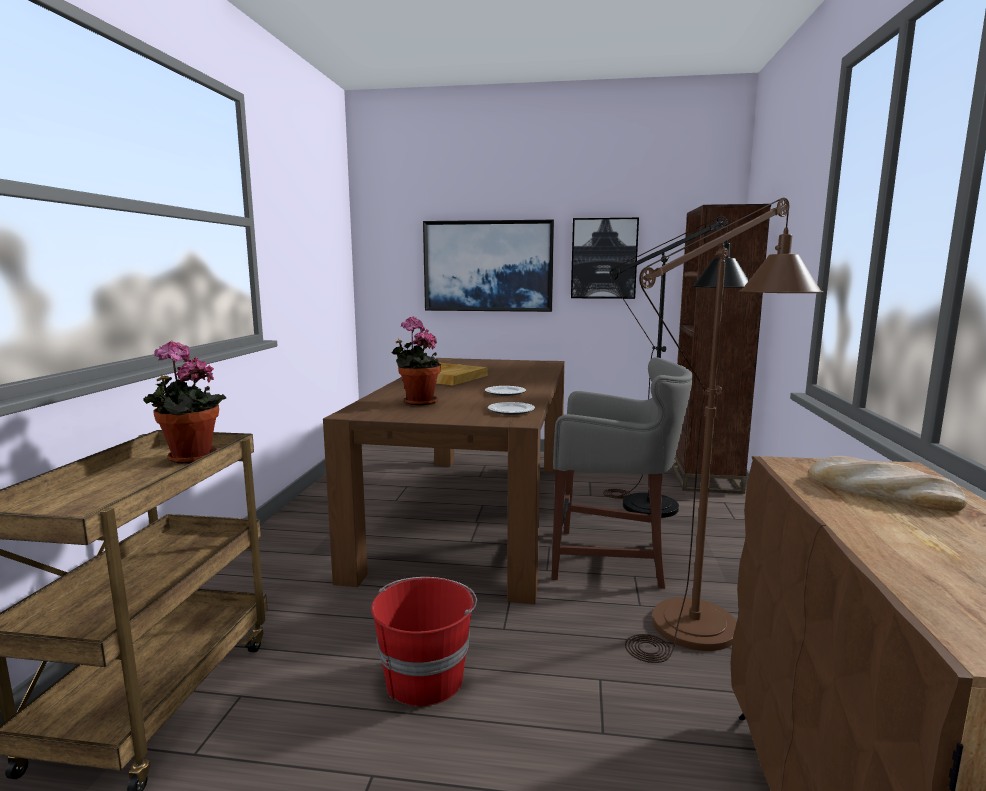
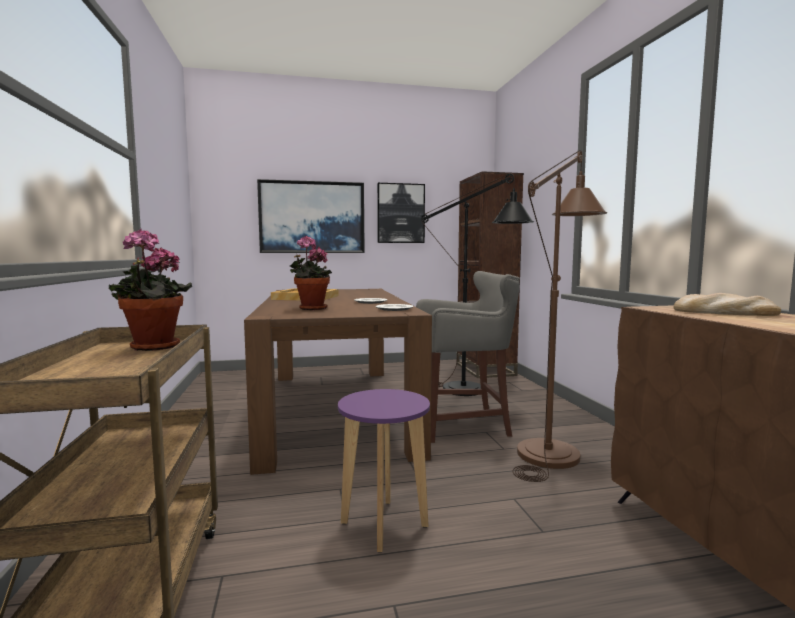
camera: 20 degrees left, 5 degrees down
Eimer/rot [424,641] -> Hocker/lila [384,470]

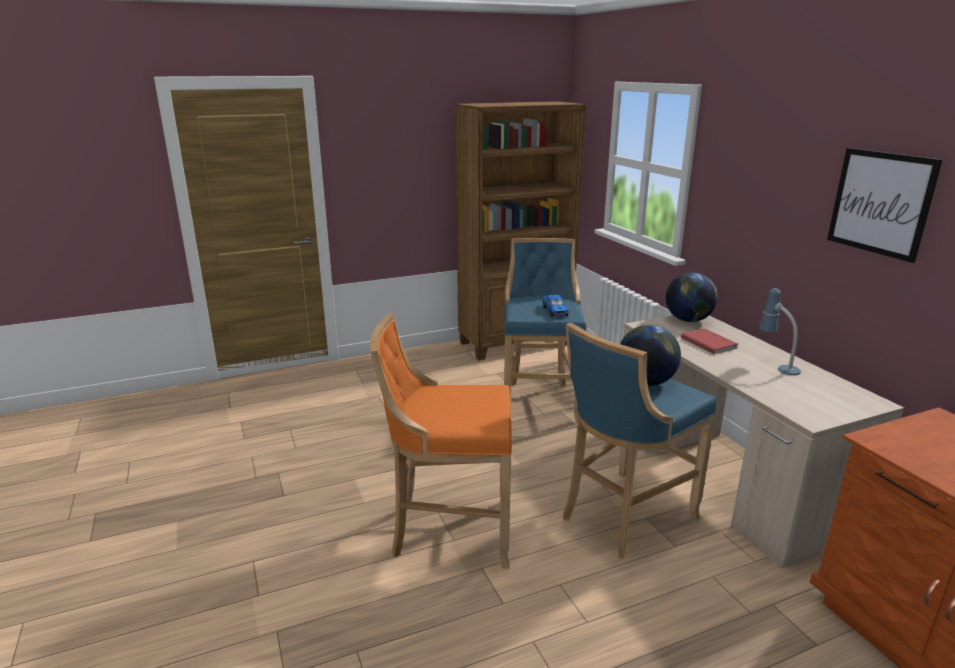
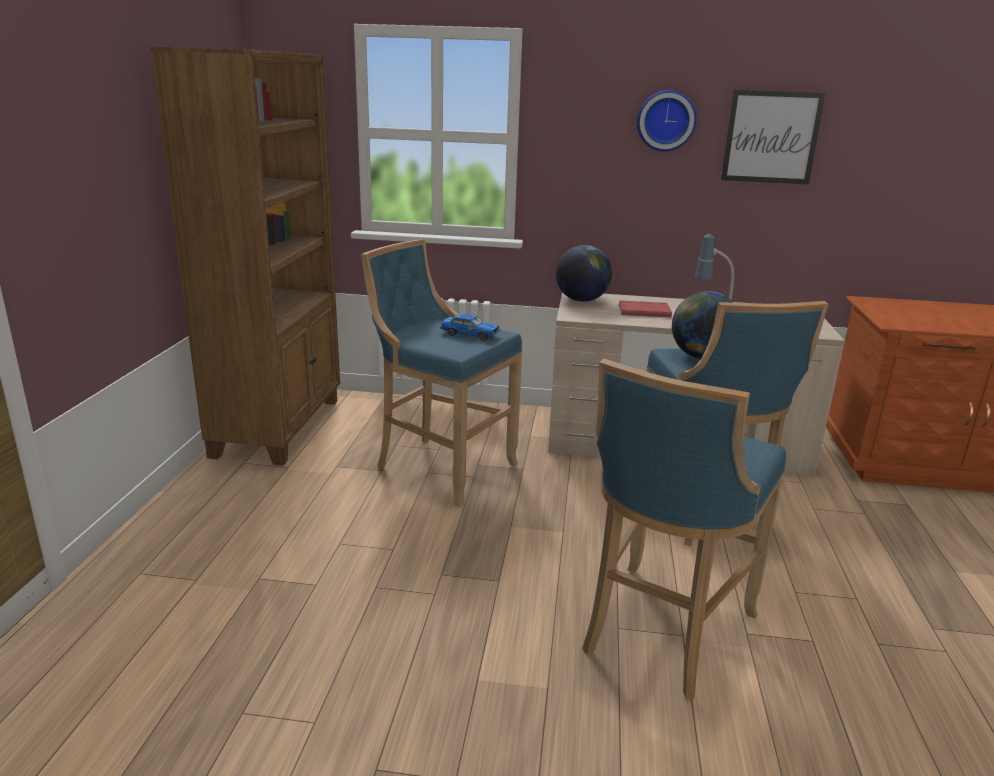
camera: 60 degrees left, 0 degrees up
Hocker/orange [441,441] -> Hocker/blau [684,528]
none -> Wanduhr [667,120]

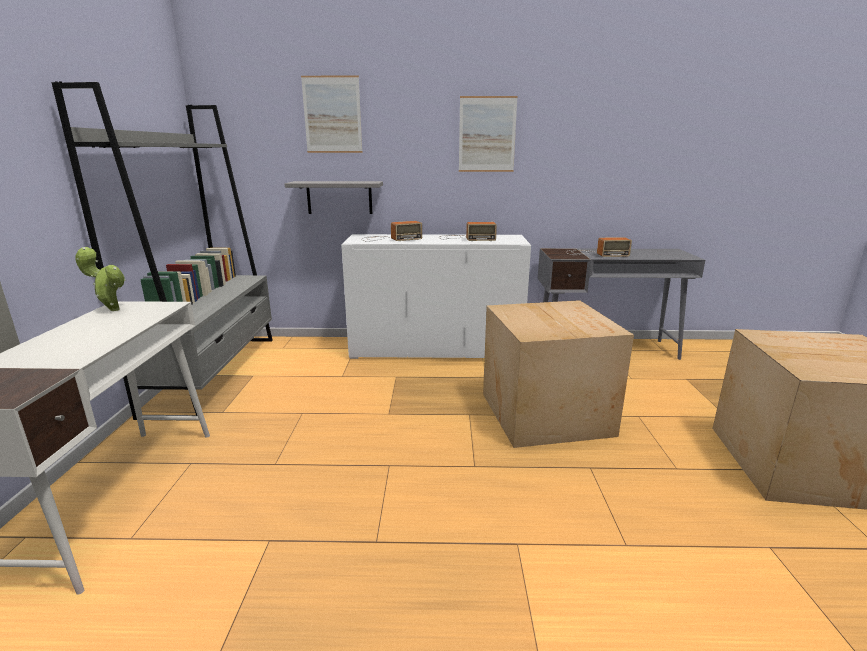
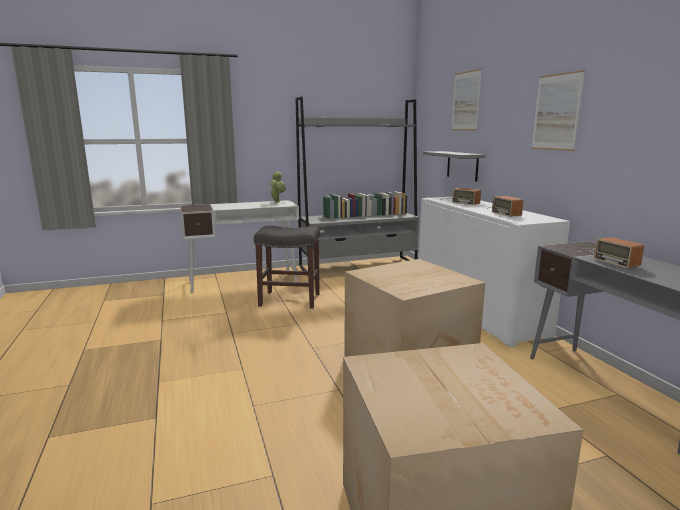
camera: 70 degrees right, 5 degrees down
none -> Hocker/grau [287,267]

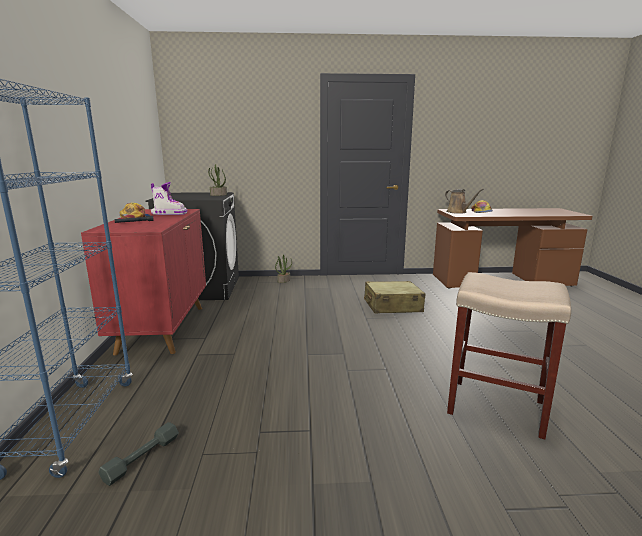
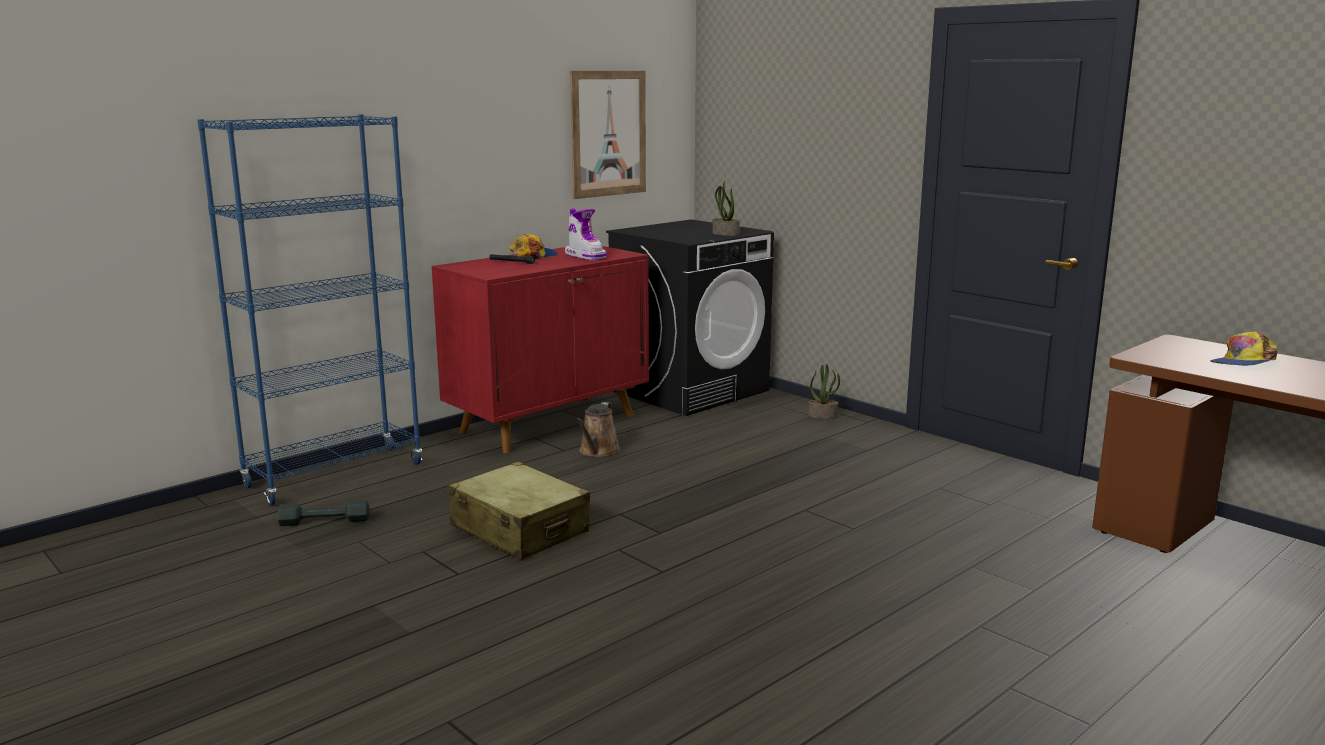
camera: 50 degrees right, 0 degrees up
Koffer/beige [394,297] -> Koffer/beige [519,510], relocated
Gießkanne/braun [464,201] -> Gießkanne/braun [597,429], relocated
Hocker/beige [509,356] -> none
none -> Bild [608,135]

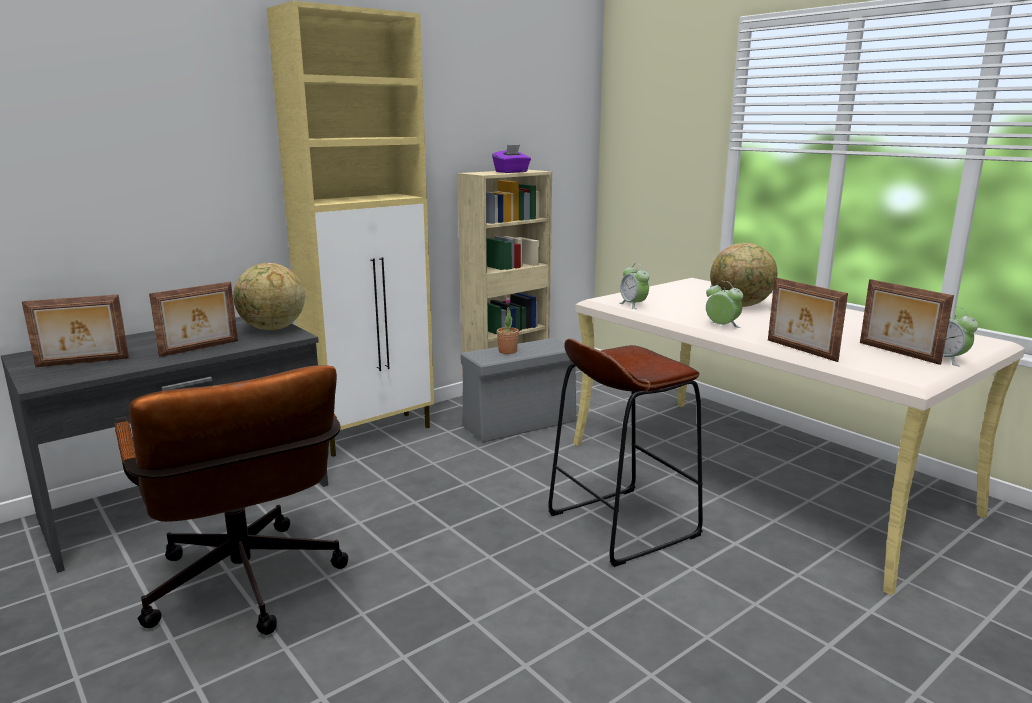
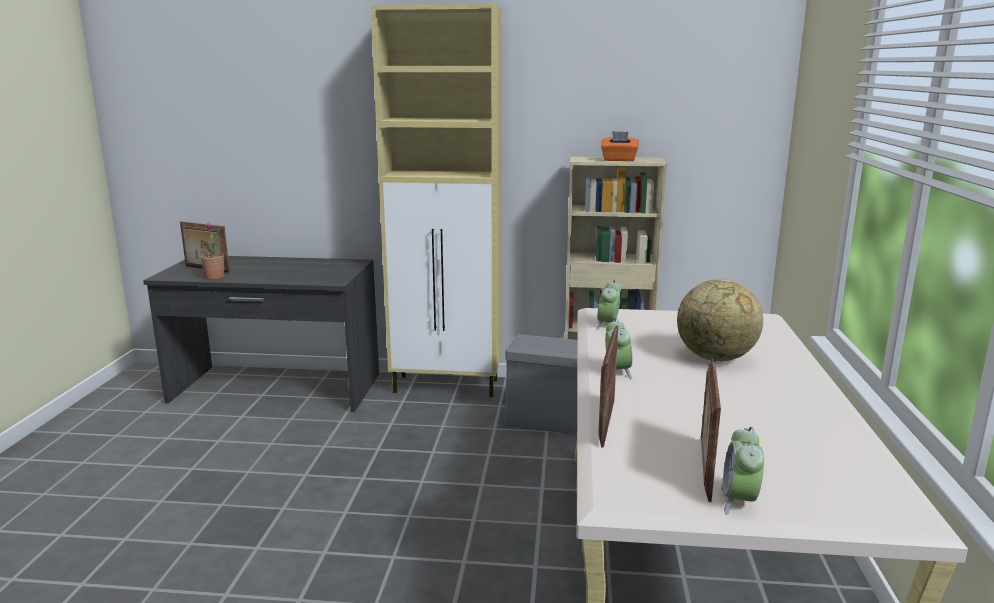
camera: 45 degrees right, 0 degrees up
Bürostuhl/braun [232,500] -> none
Bilderrahmen [193,319] -> none
Globus [269,296] -> none
Taschentuchbox/lila [511,159] -> Taschentuchbox/orange [620,146]
Topfpflanze [508,325] -> Topfpflanze [212,251], relocated
Hocker/braun [625,453] -> none

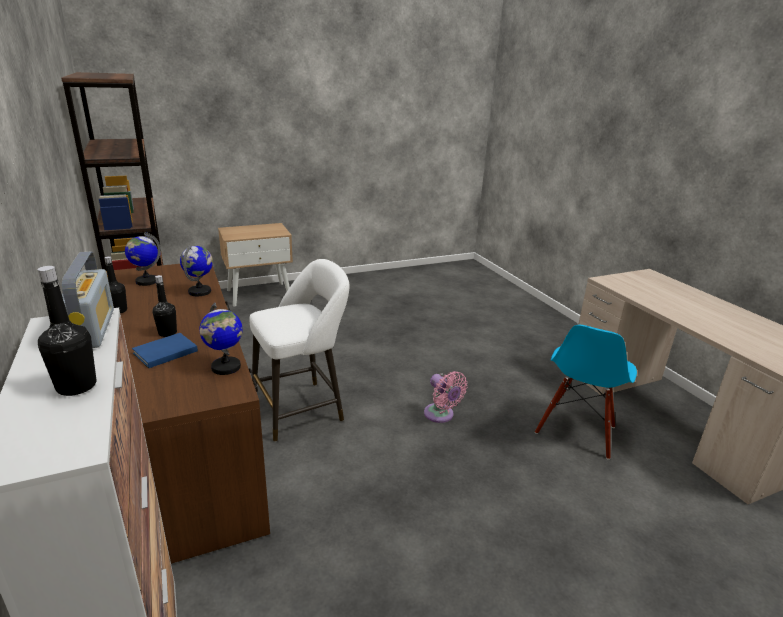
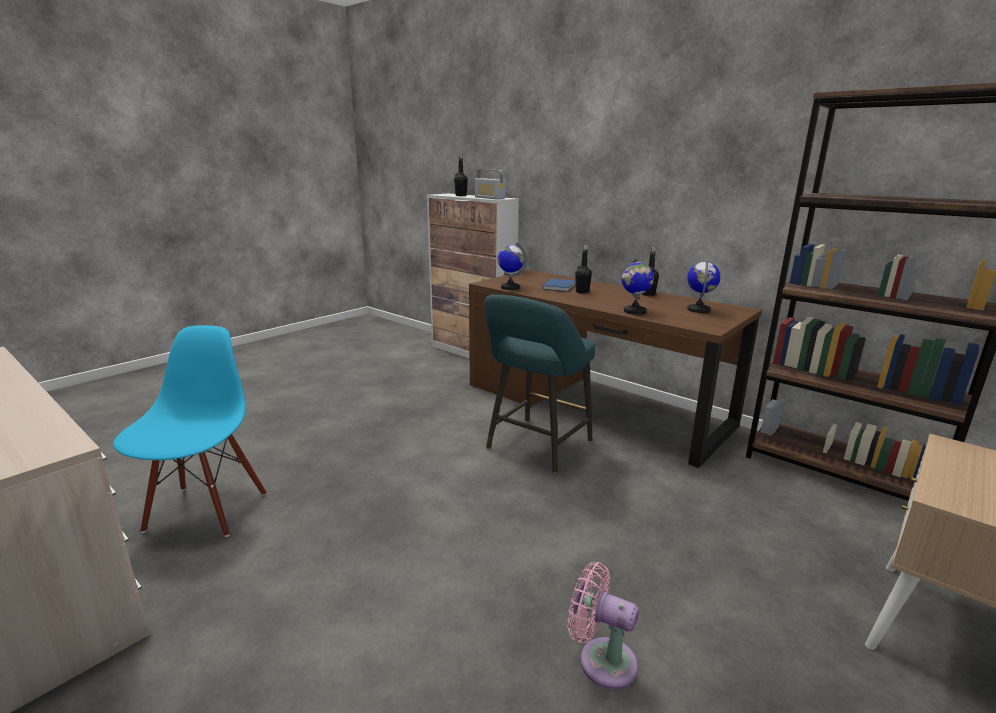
camera: 155 degrees right, 5 degrees down
Hocker/weiß [299,350] -> Hocker/türkis [539,383]
Ventilator/rosa [445,397] -> Ventilator/rosa [603,625], relocated

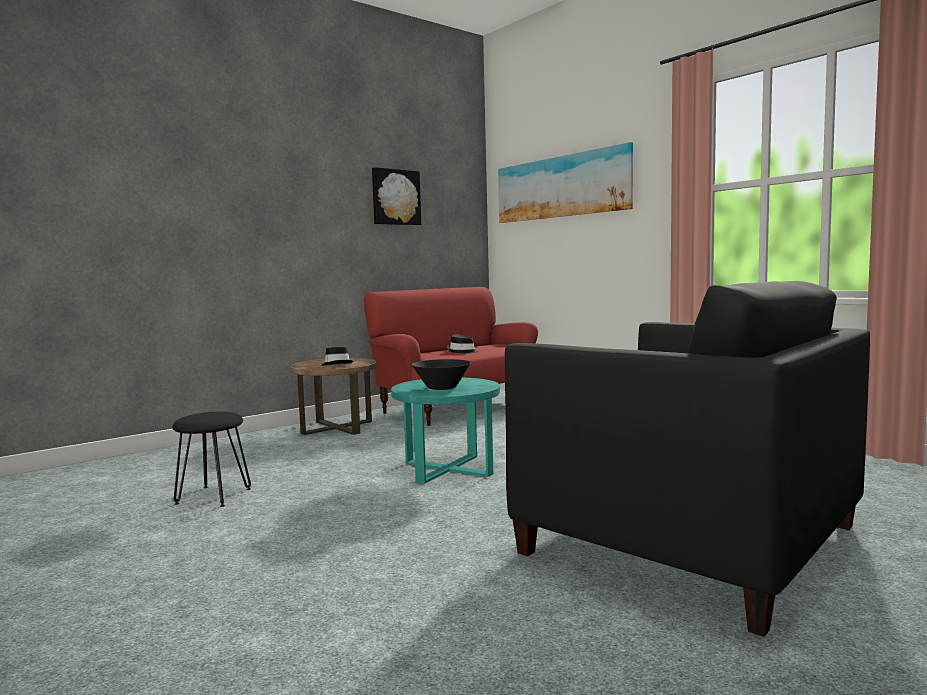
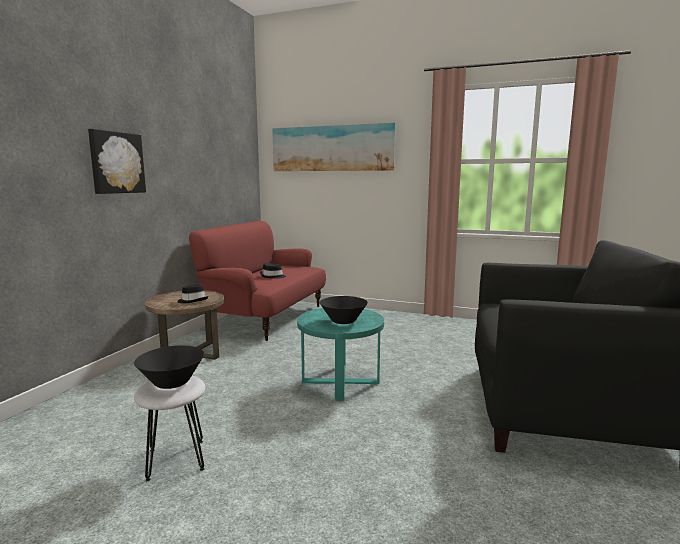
camera: 30 degrees left, 5 degrees up
Hocker/schwarz [211,459] -> Hocker/weiß [170,428]
Bild [396,196] -> Bild [117,161], relocated
none -> Schüssel/schwarz [169,367]

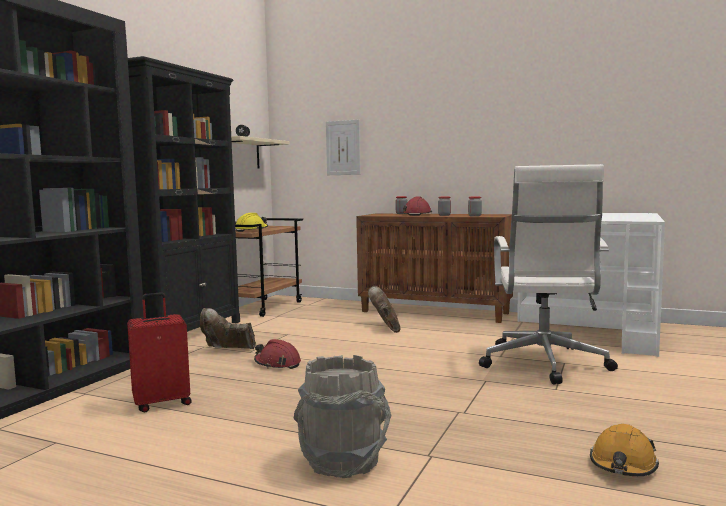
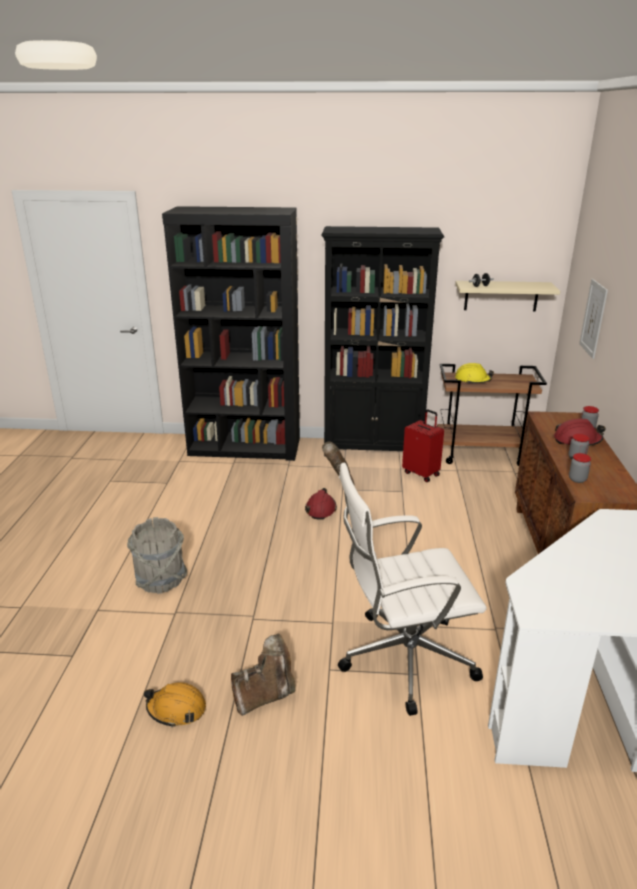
camera: 70 degrees right, 20 degrees up
Koffer/rot [159,352] -> Koffer/rot [423,446], relocated
Stiefel/braun [384,309] -> Stiefel/braun [263,674], relocated

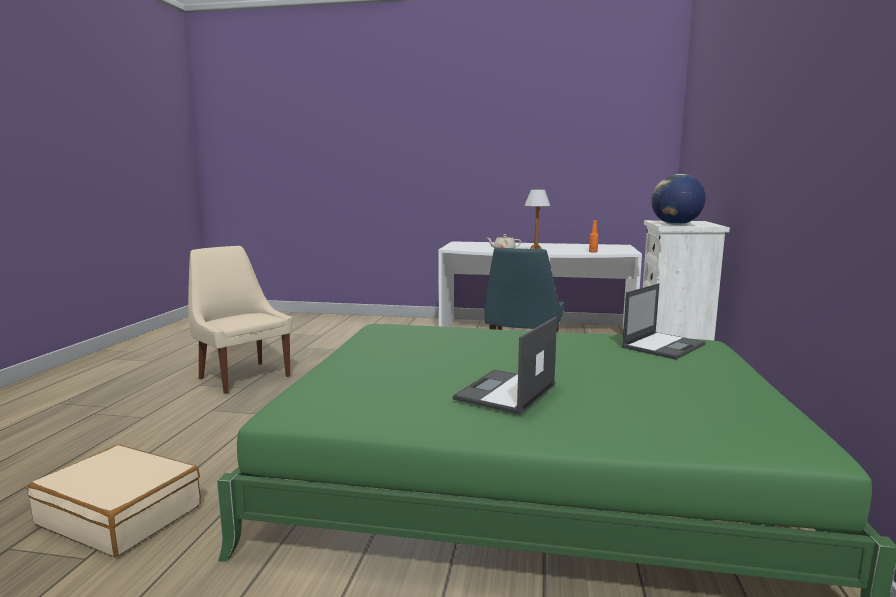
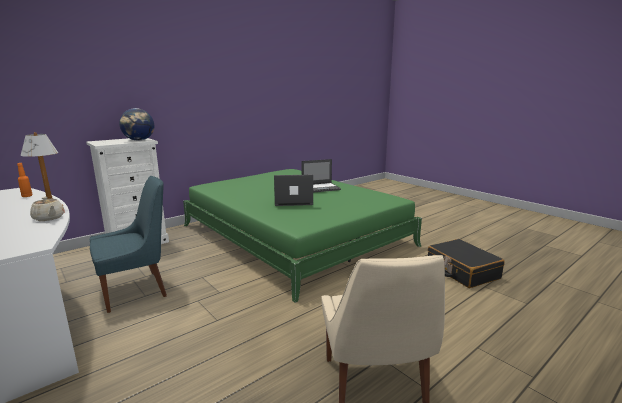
camera: 140 degrees left, 5 degrees up
Koffer/beige [114,501] -> Koffer/schwarz [466,263]
Laptop [664,321] -> Laptop [293,190], relocated

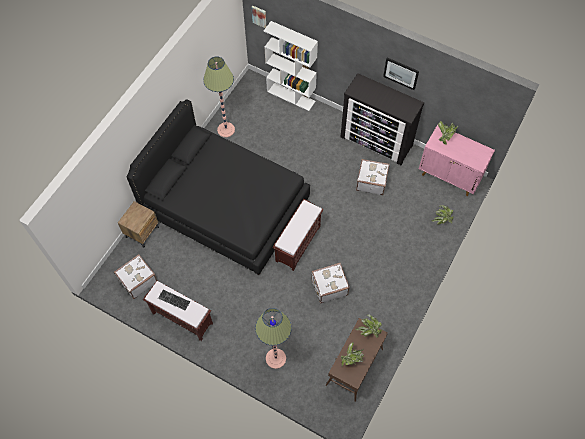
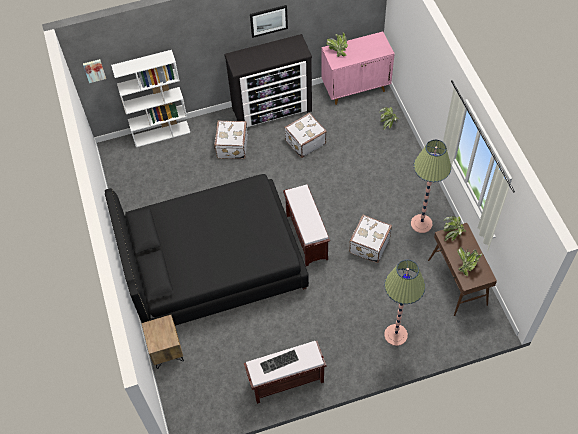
camera: 45 degrees left, 5 degrees down
Koffer/weiß [135,276] -> Koffer/weiß [231,139], relocated
Stehlampe [219,97] -> Stehlampe [431,186], relocated

